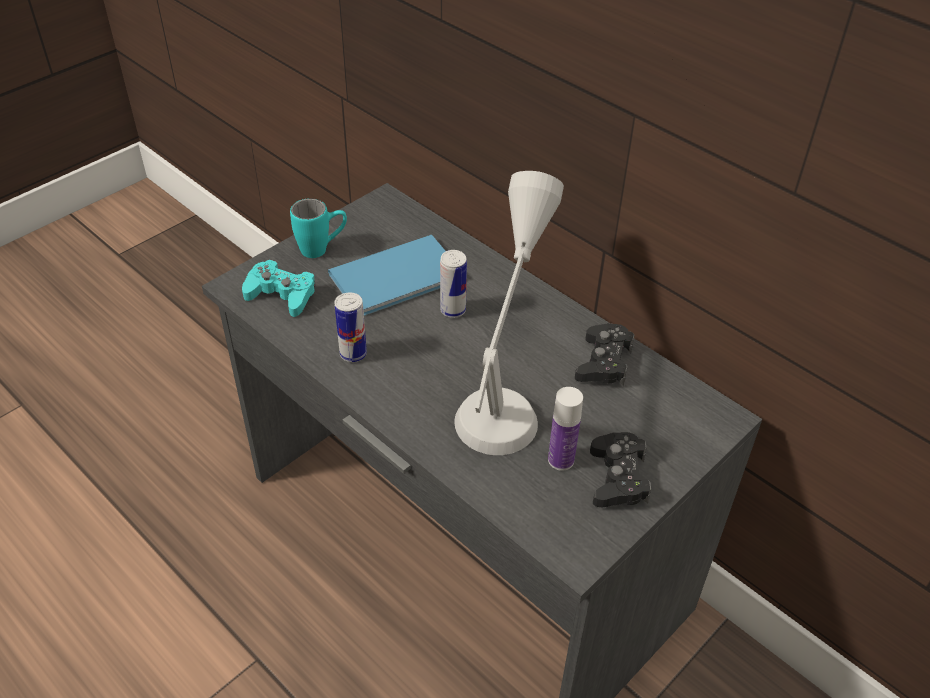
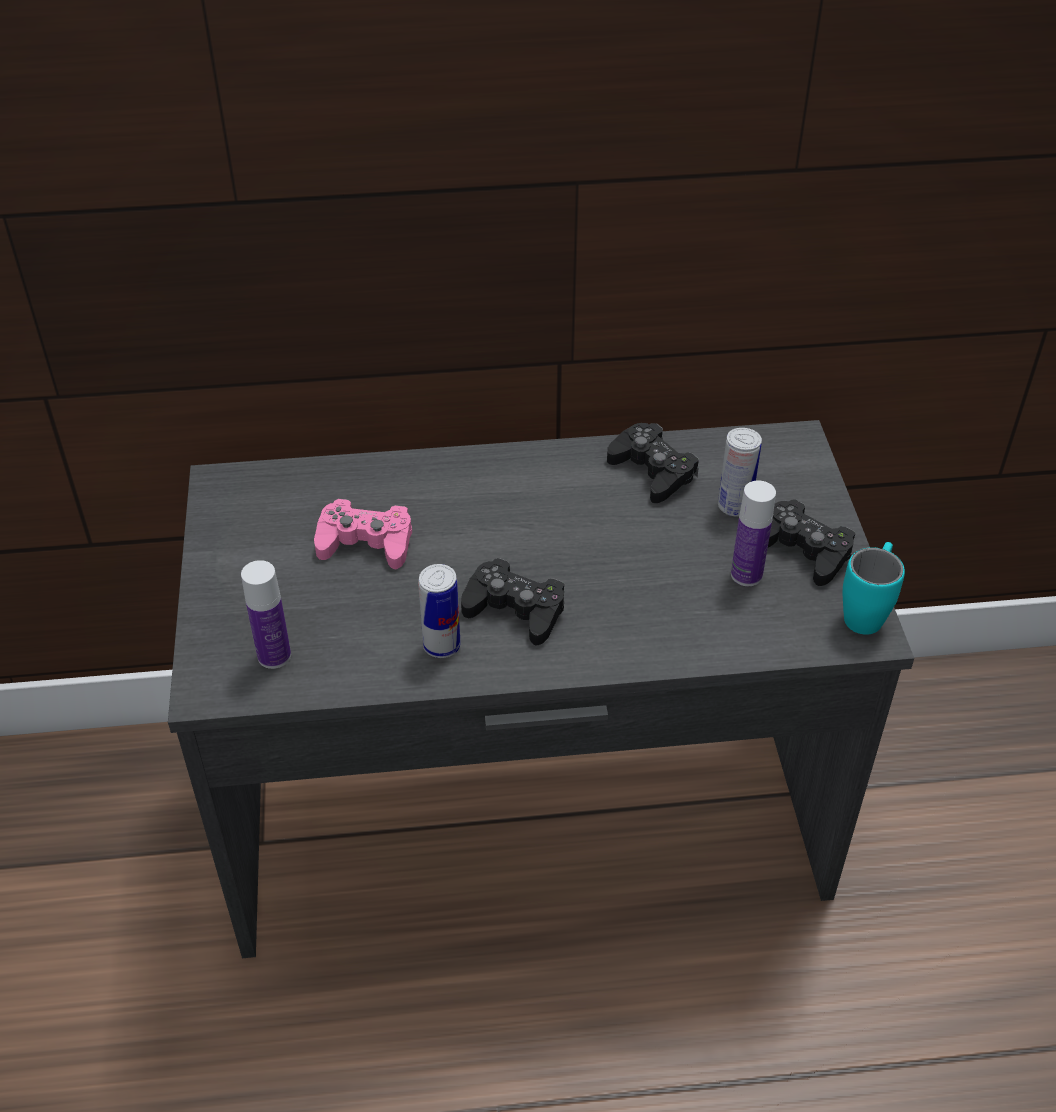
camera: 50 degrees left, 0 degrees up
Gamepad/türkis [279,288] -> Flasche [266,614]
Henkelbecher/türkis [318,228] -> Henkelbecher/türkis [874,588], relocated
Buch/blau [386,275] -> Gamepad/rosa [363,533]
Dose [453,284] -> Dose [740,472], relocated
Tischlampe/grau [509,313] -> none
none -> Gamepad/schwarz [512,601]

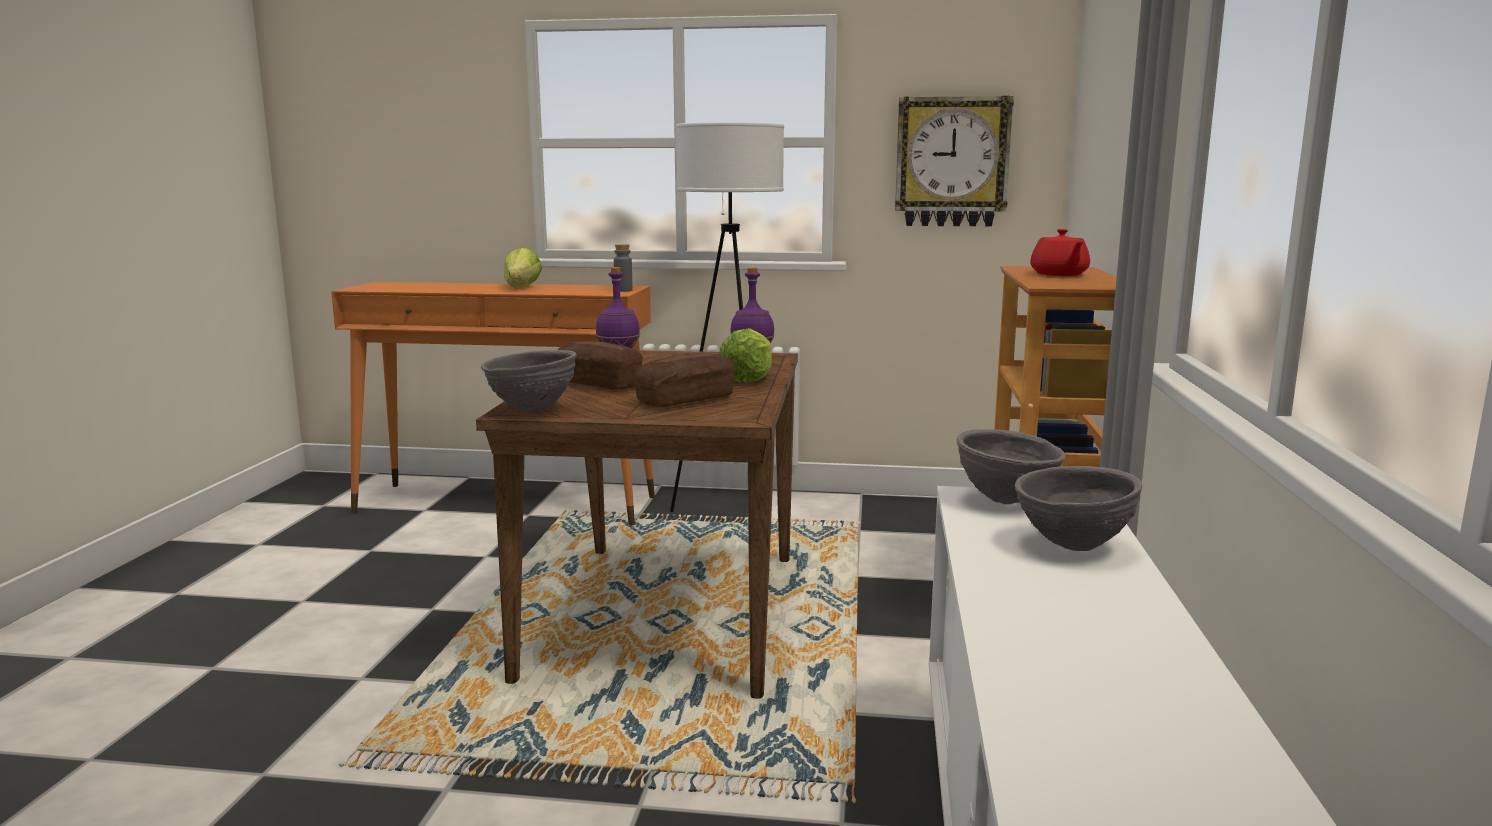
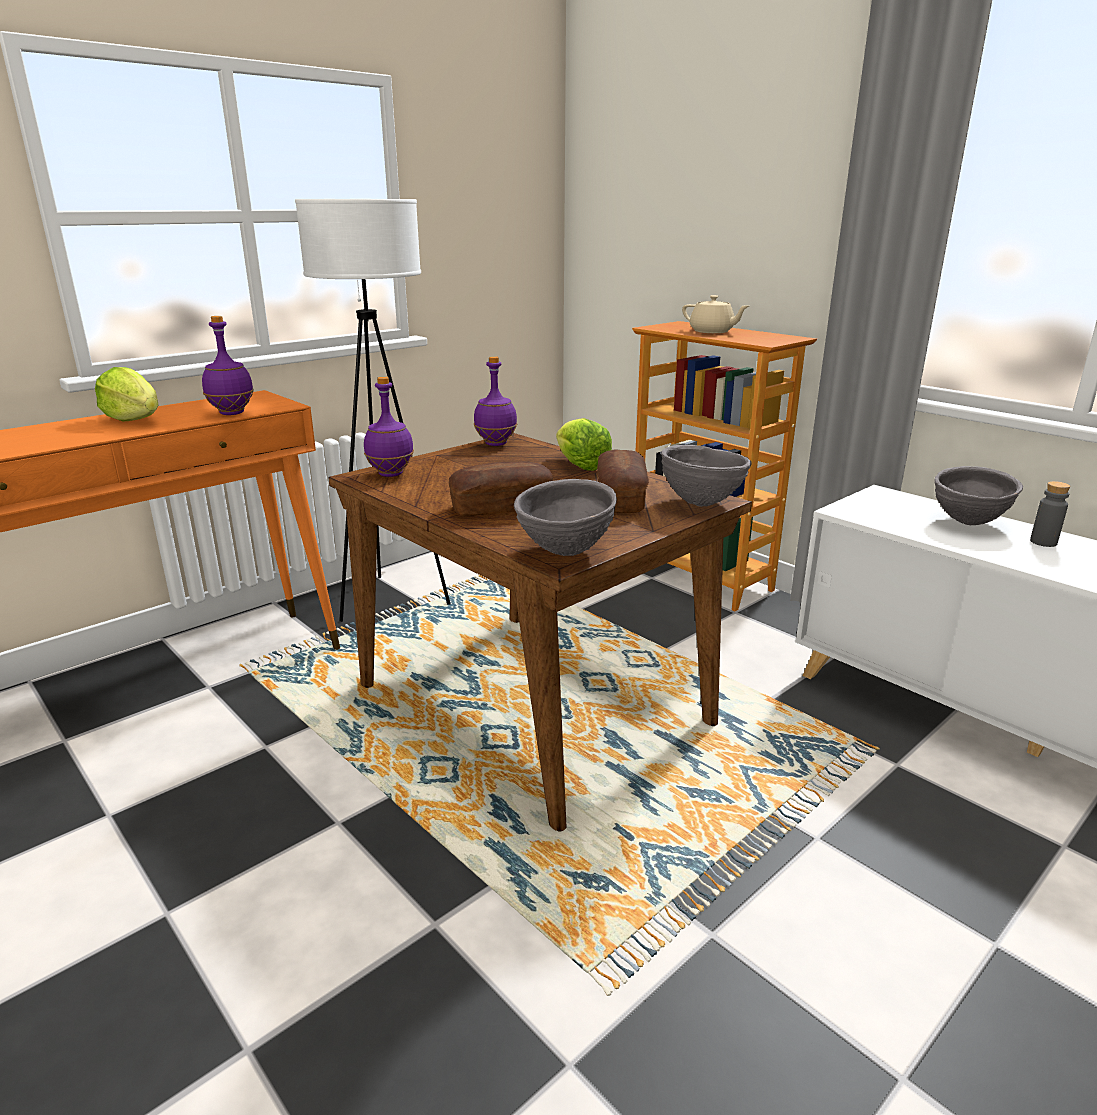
camera: 50 degrees left, 10 degrees up
Flasche/grau [623,268] -> Flasche/grau [1050,514], relocated
Wanduhr [954,161] -> none
Schüssel/grau [1011,466] -> Schüssel/grau [706,476], relocated
Teekanne/rot [1060,252] -> Teekanne/beige [715,314]
none -> Flasche/lila [228,365]

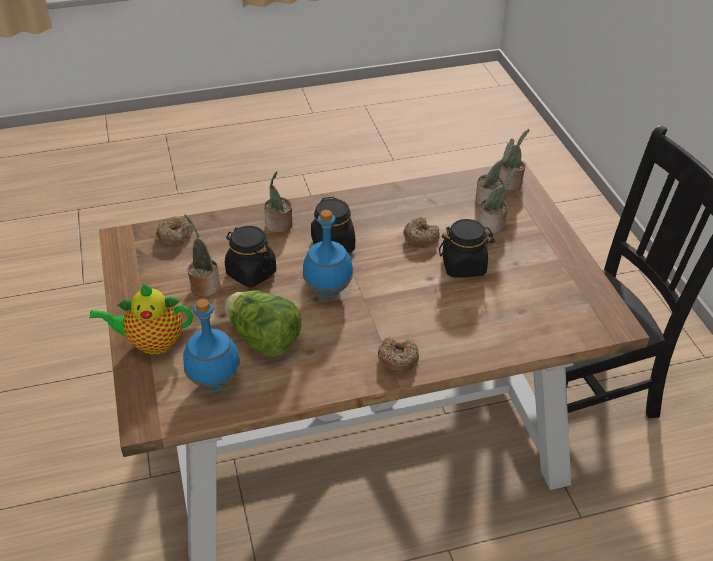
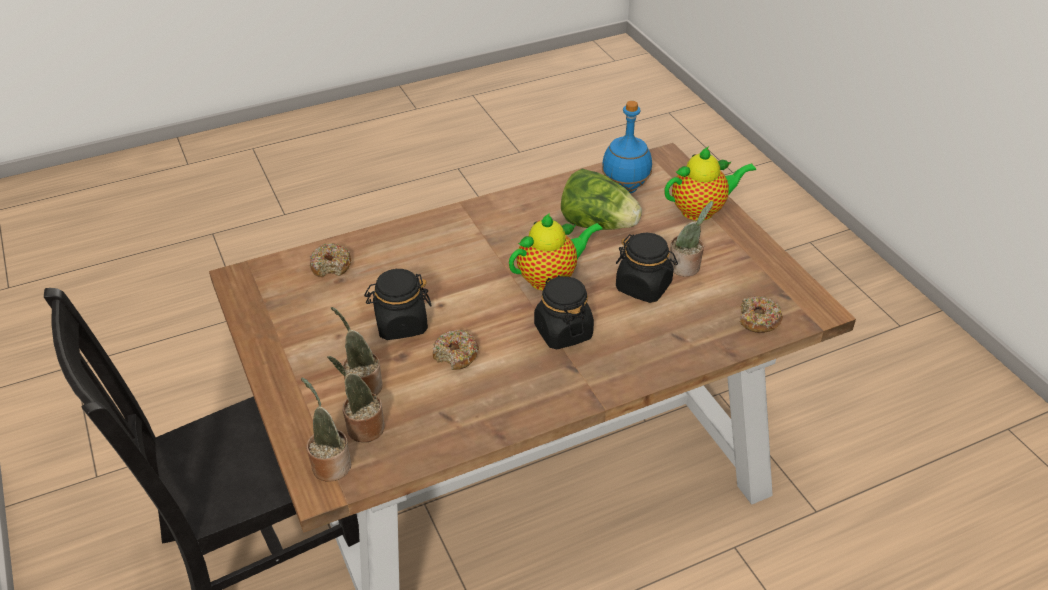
camera: 170 degrees right, 0 degrees up
Topfpflanze [278,202] -> none
Flasche/blau [328,254] -> Teekanne [556,252]
Donut [398,354] -> Donut [330,260], relocated

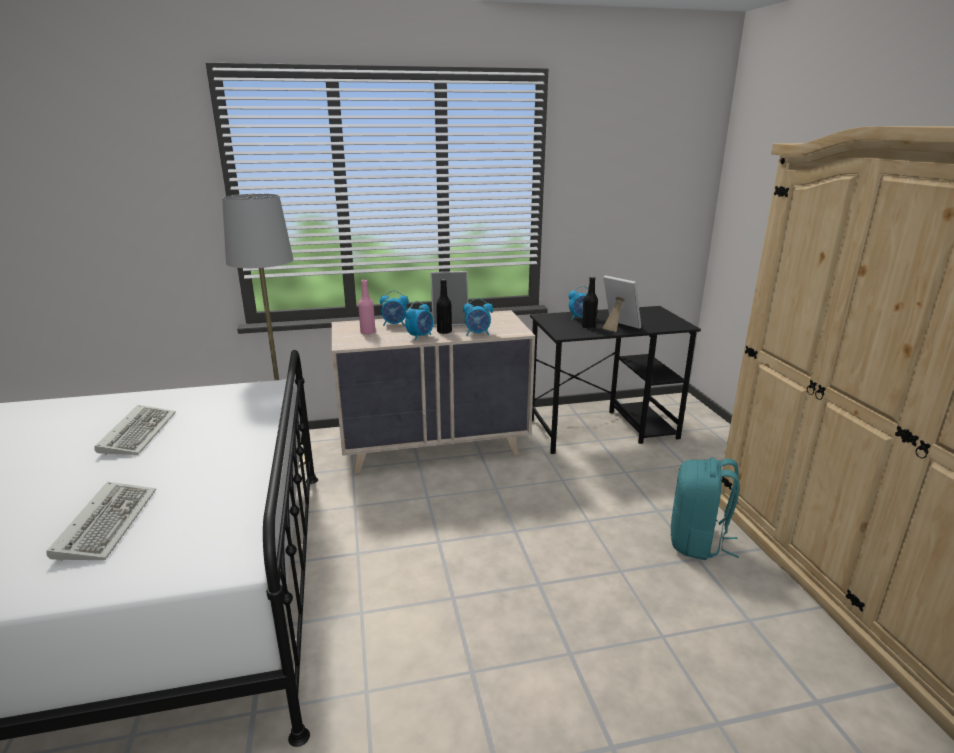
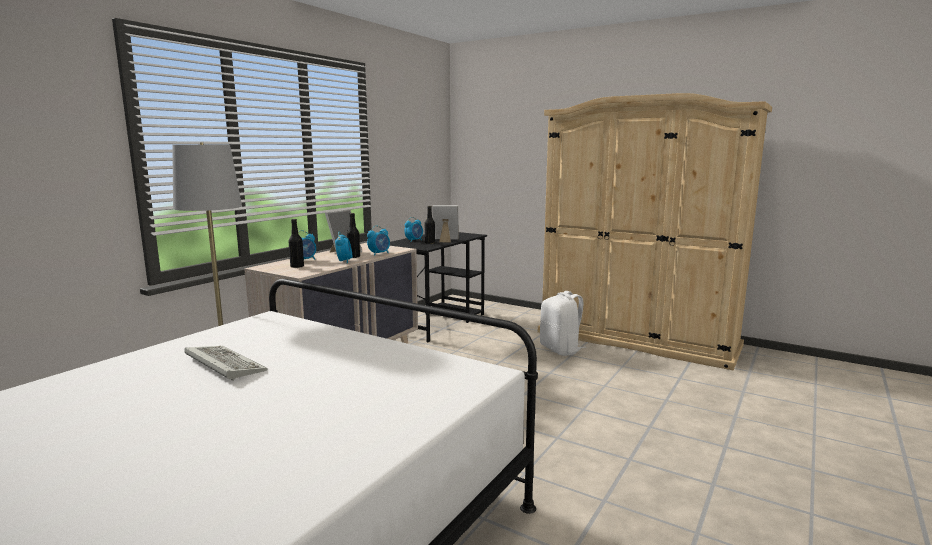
camera: 45 degrees left, 10 degrees down
Tastatur [101,521] -> none
Flasche/rosa [366,307] -> Flasche/schwarz [296,243]
Rucksack/türkis [705,509] -> Rucksack/weiß [563,323]

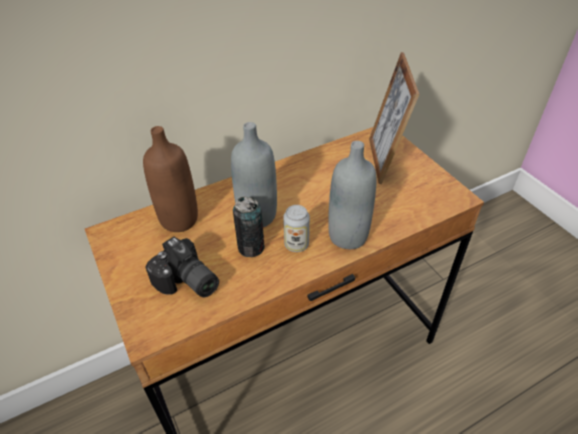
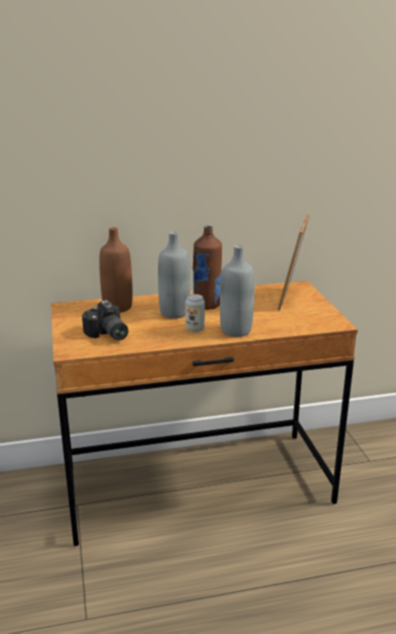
camera: 15 degrees right, 20 degrees down
Dose [249,226] -> none
none -> Flasche/braun [207,268]

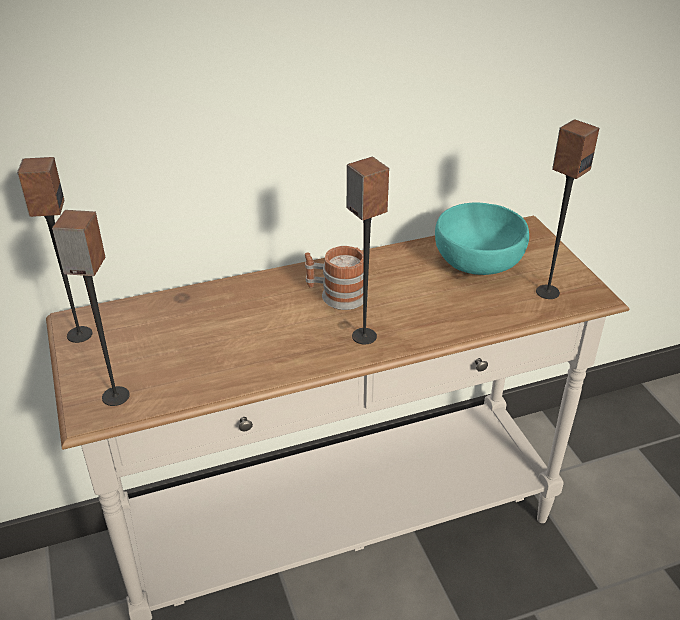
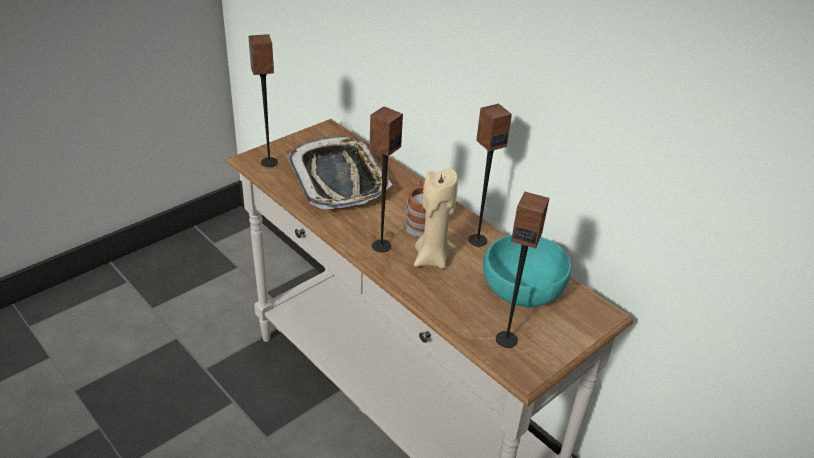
camera: 65 degrees right, 0 degrees up
Lautsprecher [54,250] -> Lautsprecher [490,175], relocated
none -> Tablett [340,173]
none -> Kerze/beige [436,218]

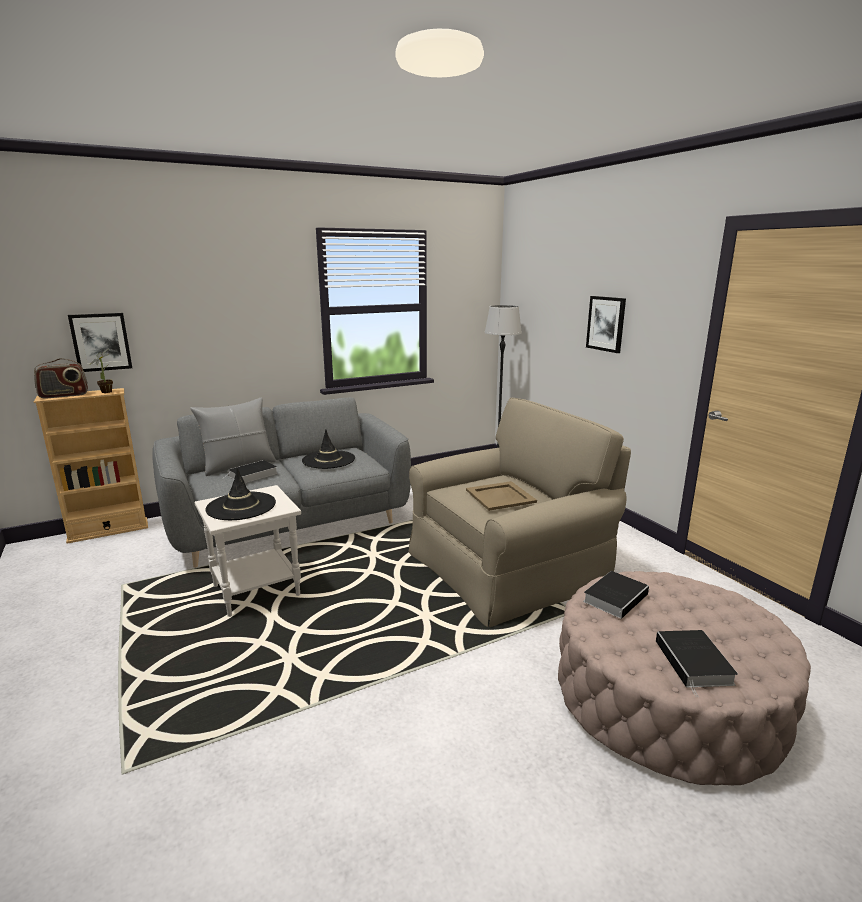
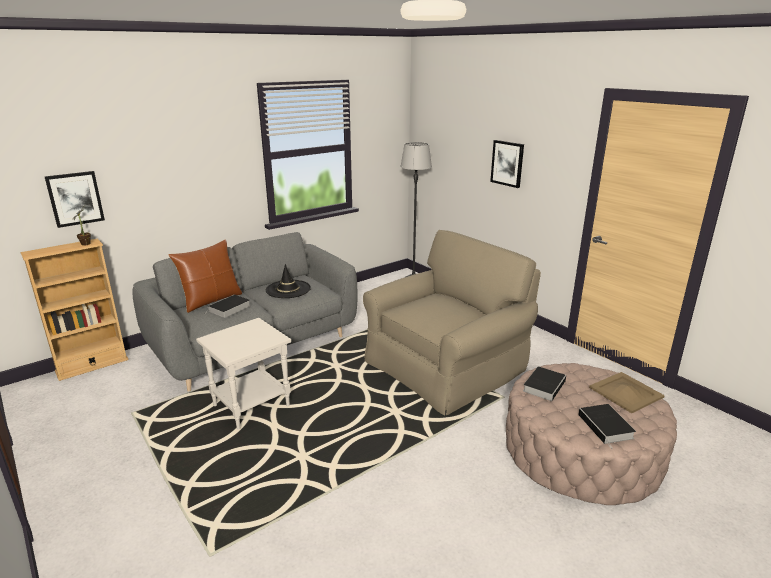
camera: 10 degrees left, 5 degrees up
Radio [61,378] -> none
Kissen/grau [233,436] -> Kissen/braun [205,276]
Hut/schwarz [240,494] -> none
Tablett/beige [501,496] -> Tablett/beige [627,392], relocated

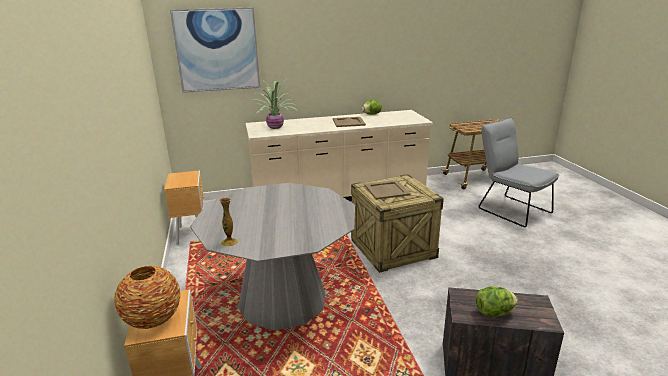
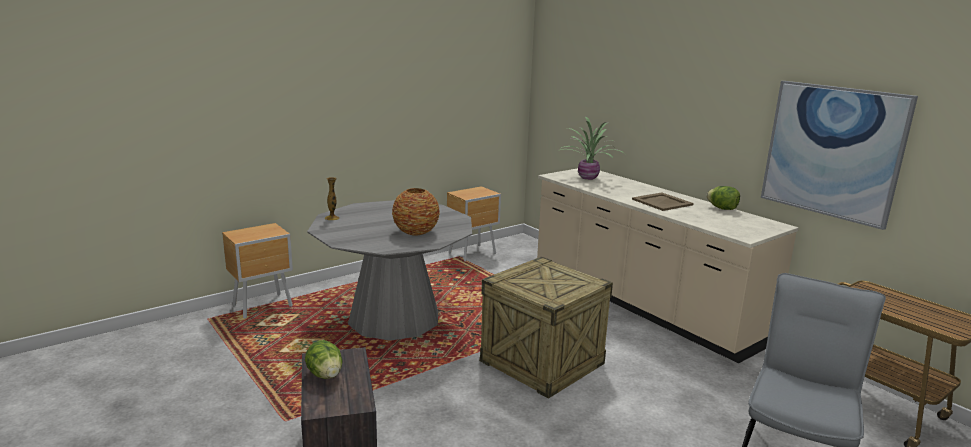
camera: 65 degrees right, 5 degrees down
Vase [147,297] -> Vase [416,211], relocated
Bild [215,50] -> Bild [839,155], relocated
Tablett/beige [387,190] -> none

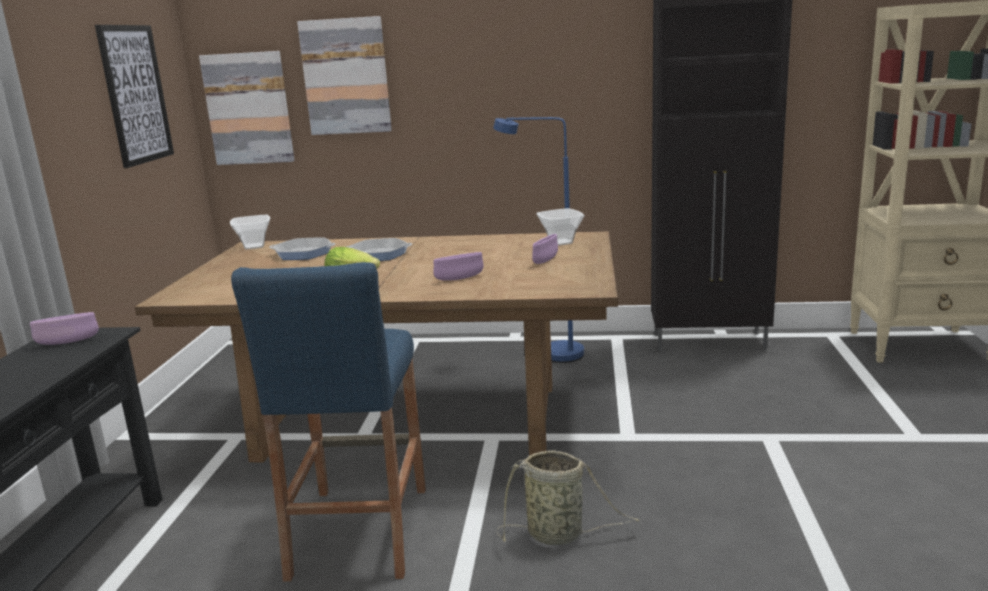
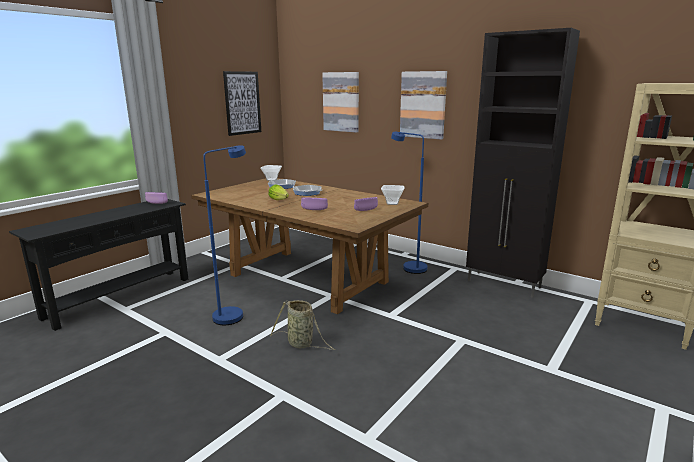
camera: 30 degrees right, 0 degrees up
Bild [247,108] -> Bild [423,105], relocated
Hocker/blau [328,422] -> Stehlampe/blau [224,235]

